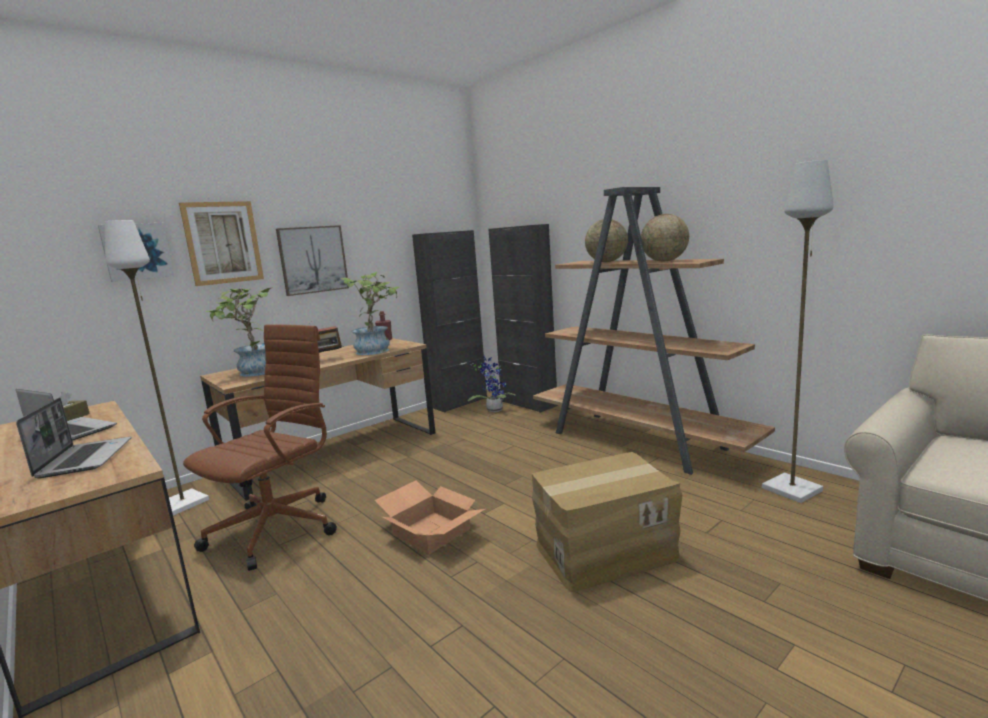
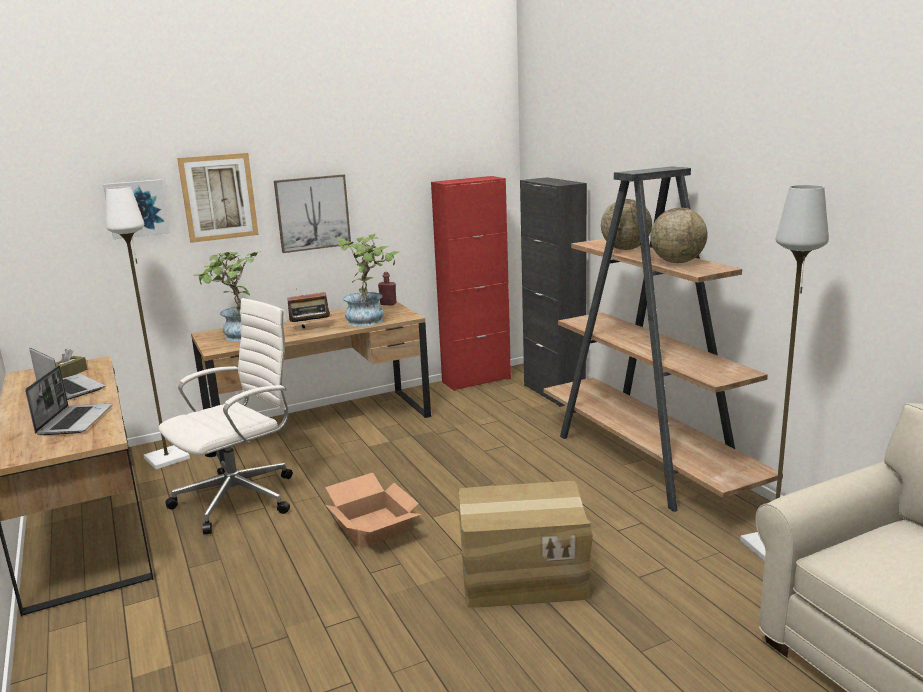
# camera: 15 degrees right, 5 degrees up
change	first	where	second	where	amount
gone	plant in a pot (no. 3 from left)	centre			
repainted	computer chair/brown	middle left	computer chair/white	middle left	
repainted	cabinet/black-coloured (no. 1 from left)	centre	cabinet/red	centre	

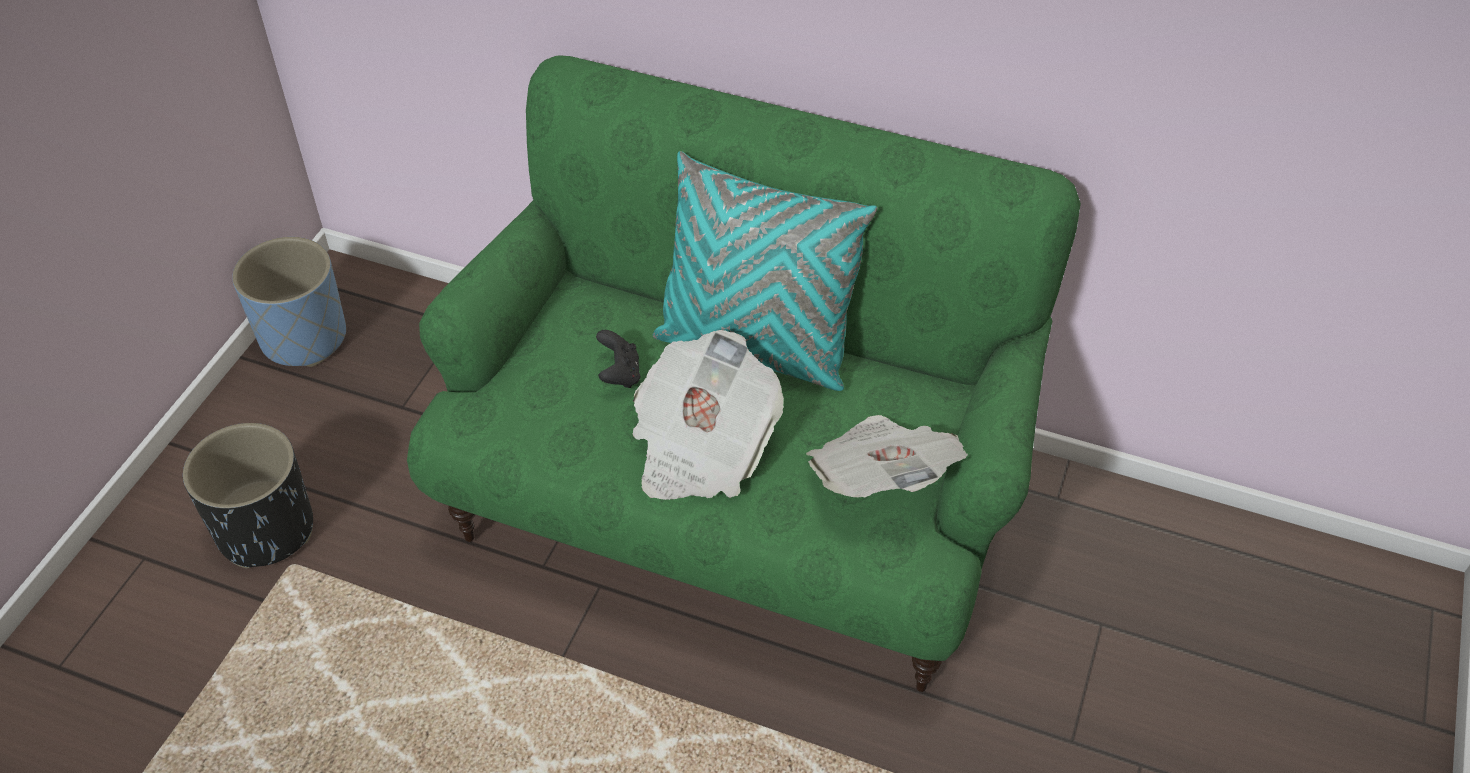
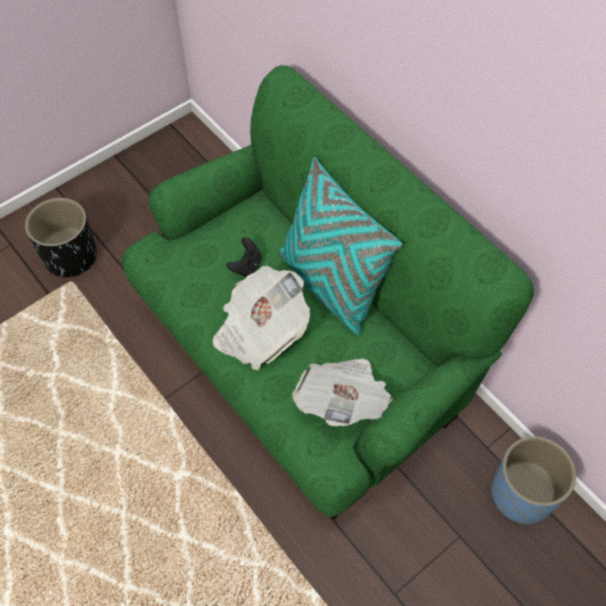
# camera: 30 degrees right, 10 degrees up
change	first	where	second	where	amount
shifted	planter/bluish	middle left		bottom right	

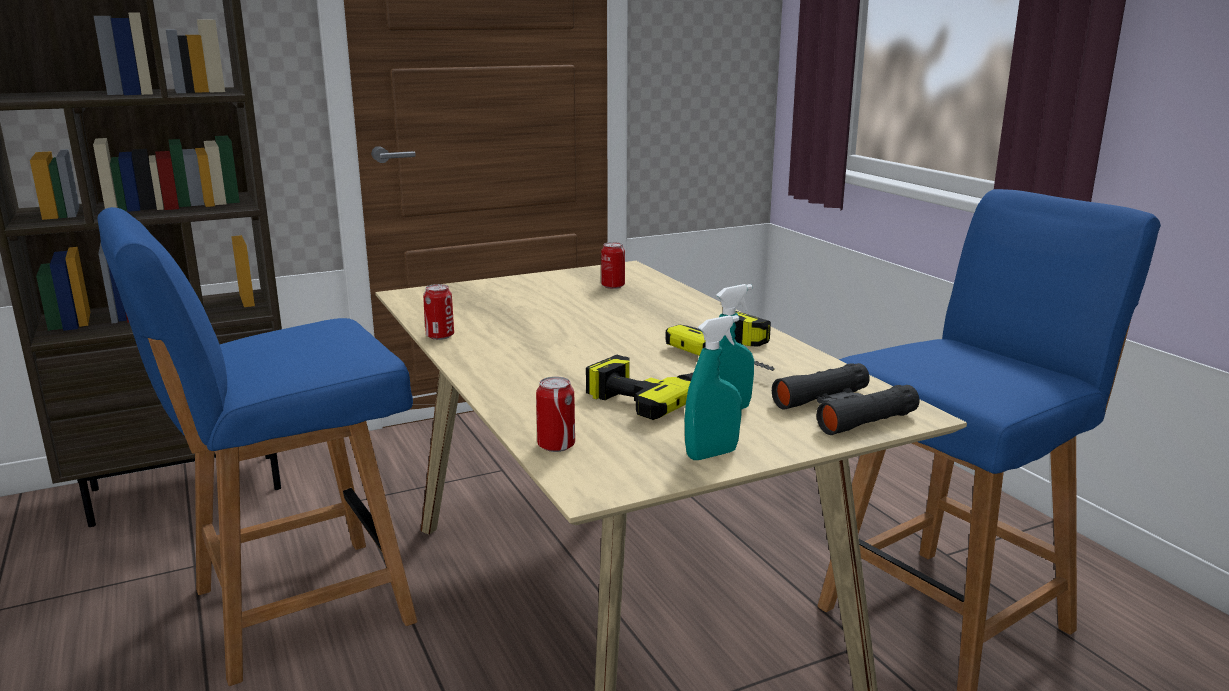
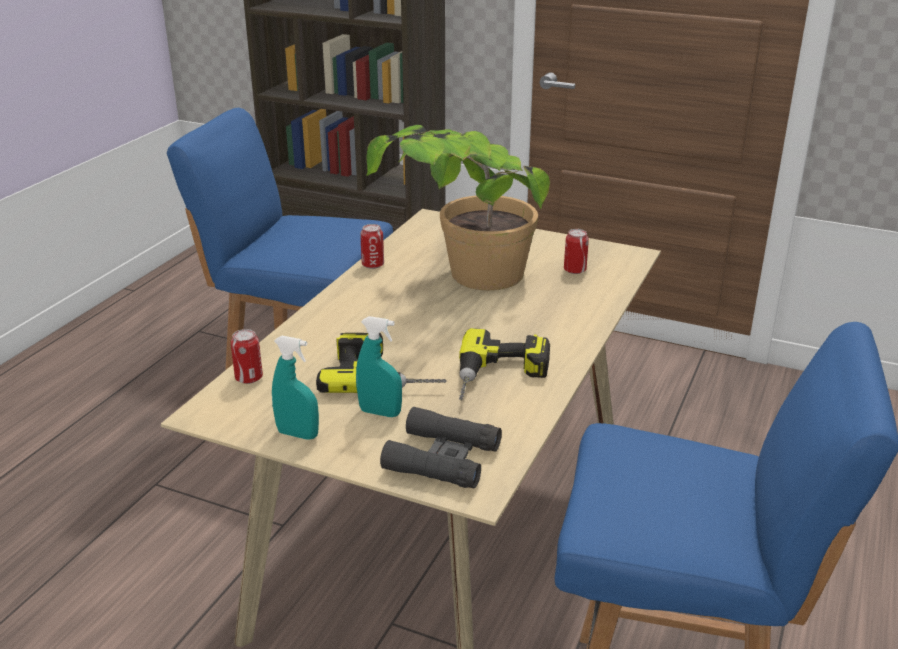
# camera: 50 degrees right, 10 degrees up
change	first	where	second	where	amount
new			plant in a pot	top centre	

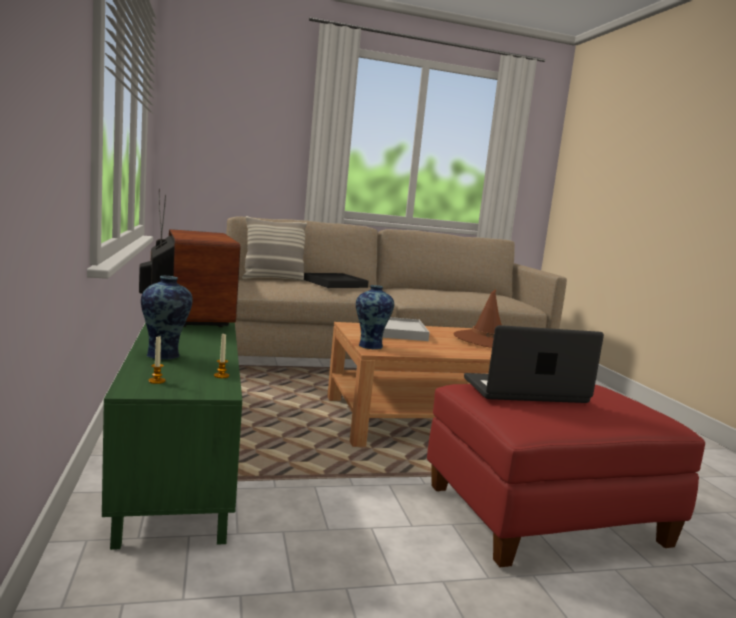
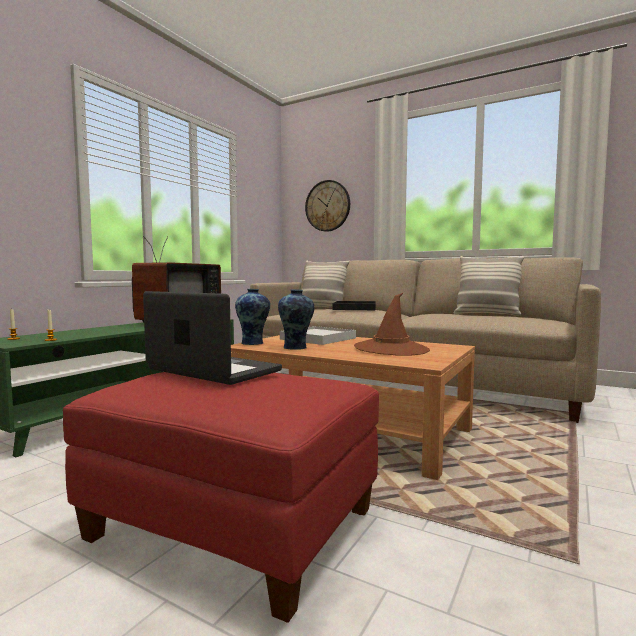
# camera: 45 degrees right, 5 degrees down
change	first	where	second	where	amount
new			wall clock	top centre	
new			cushion (no. 2 from left)	middle right	
shifted	vase (no. 1 from left in the first image)	middle left	vase (no. 2 from left)	centre	

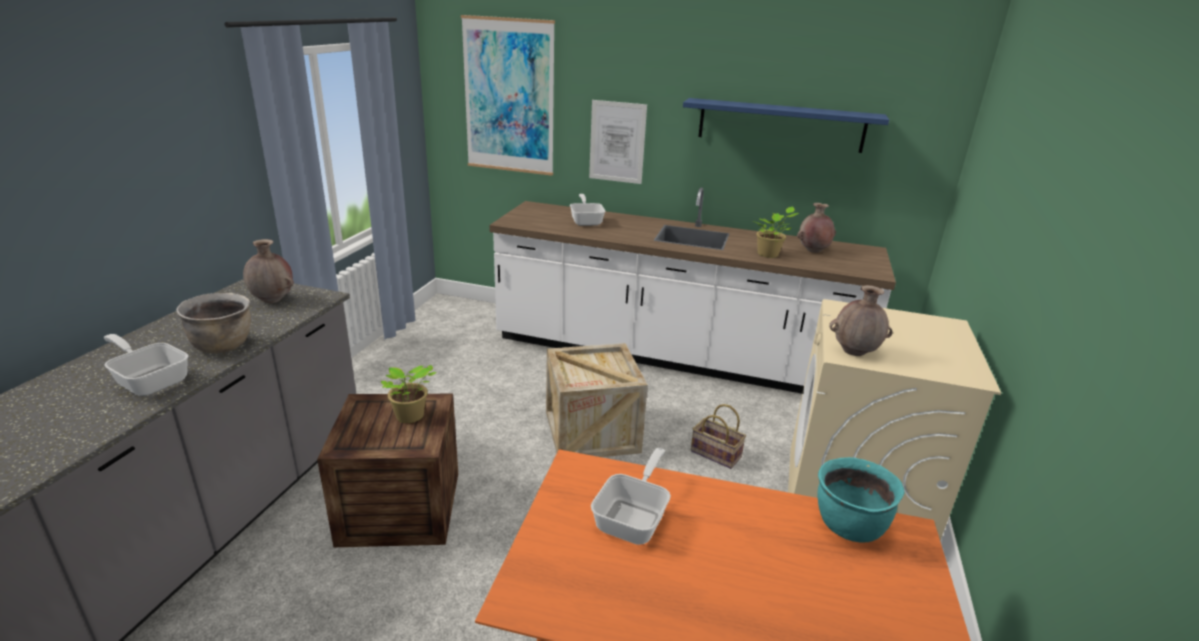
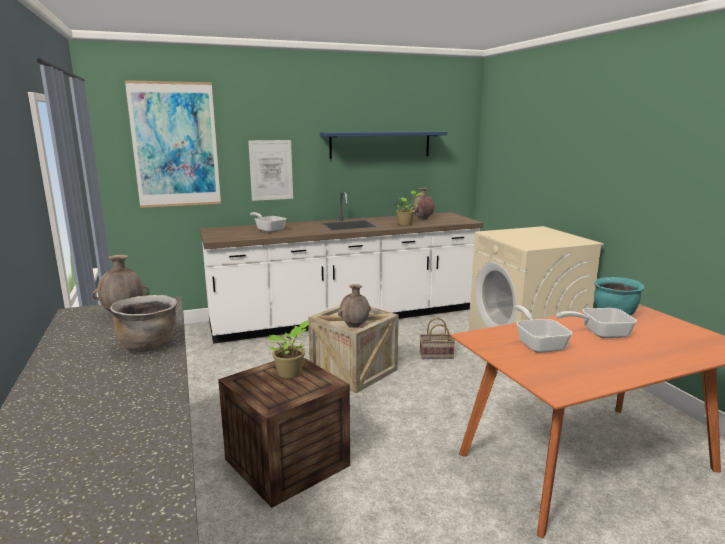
# camera: 35 degrees left, 10 degrees down
change	first	where	second	where	amount
shifted	skillet (no. 1 from left in the first image)	middle left	skillet (no. 3 from left)	middle right	
shifted	vase/brown (no. 3 from left in the first image)	middle right	vase/brown (no. 2 from left)	centre	

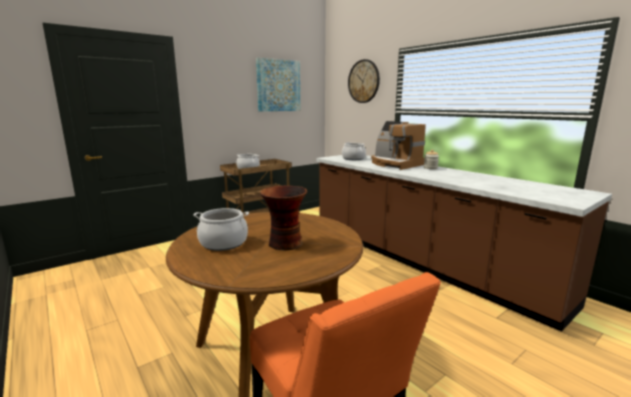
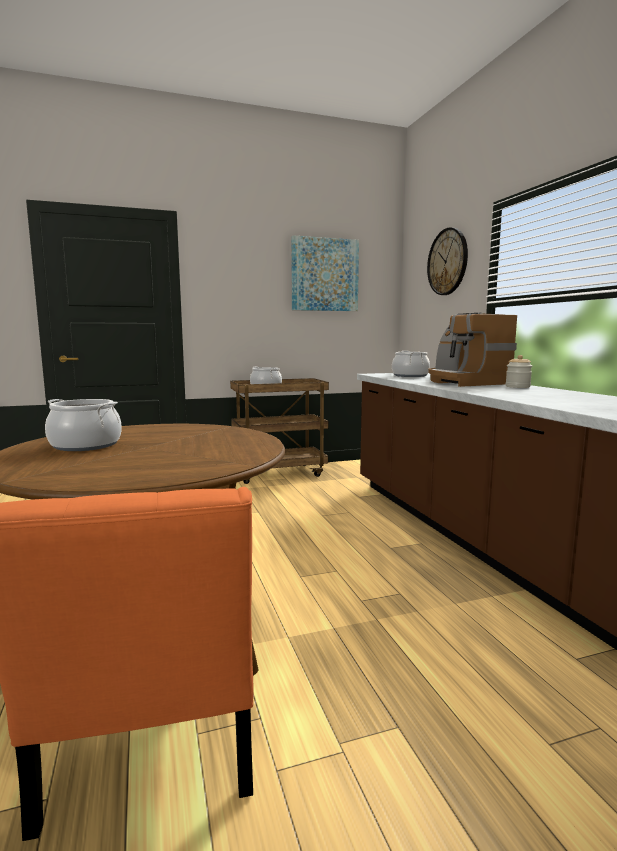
# camera: 20 degrees right, 5 degrees down
change	first	where	second	where	amount
gone	vase	centre			

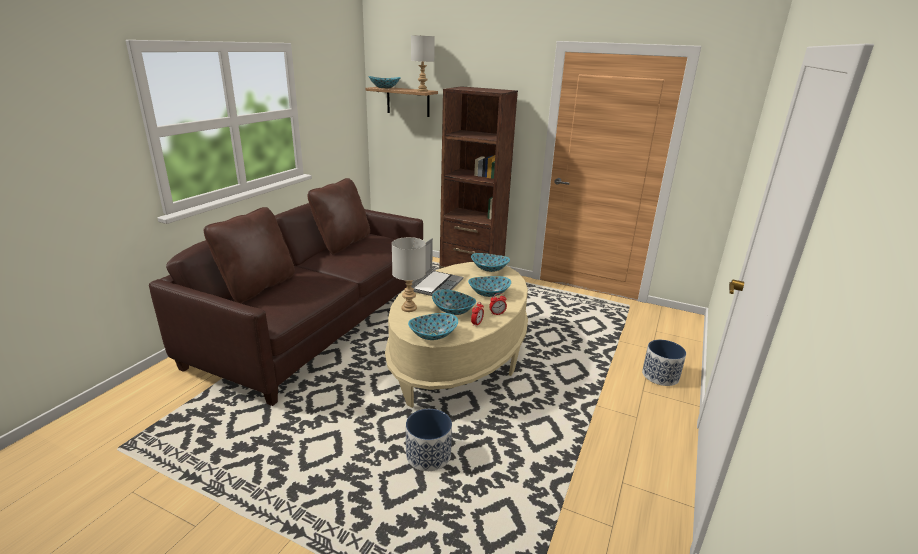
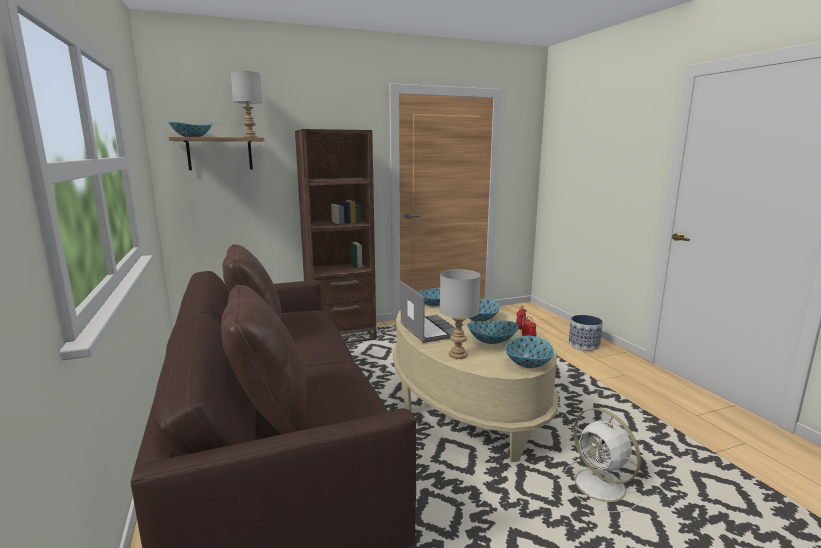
# camera: 45 degrees left, 10 degrees down
change	first	where	second	where	amount
swapped	planter (no. 1 from left)	bottom centre	electric fan/white	bottom right	

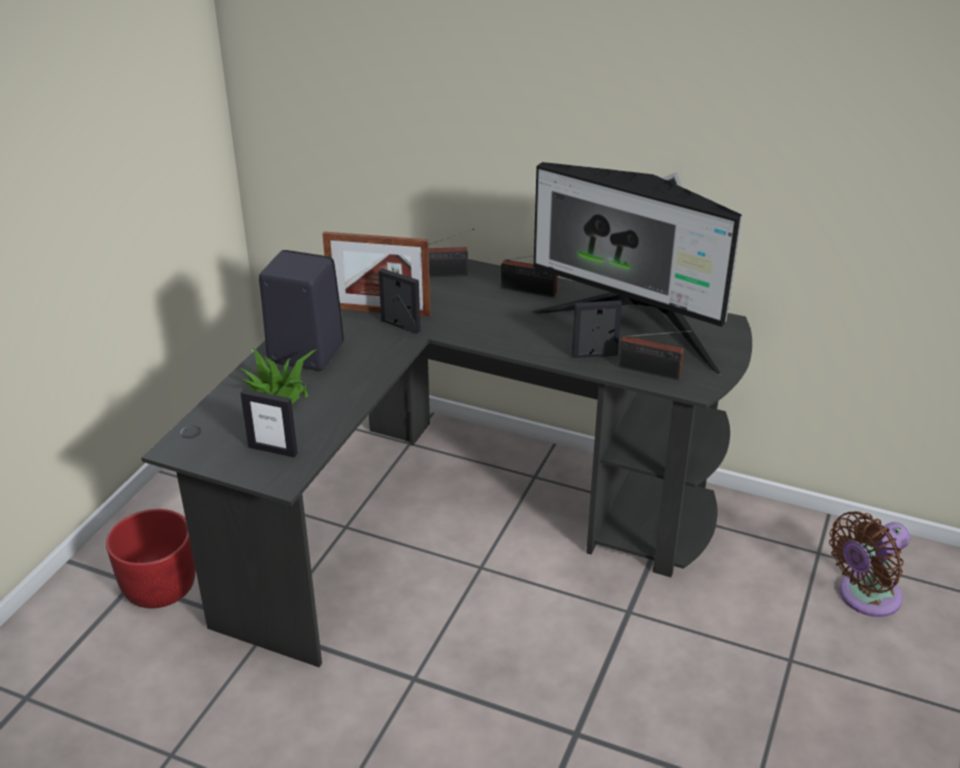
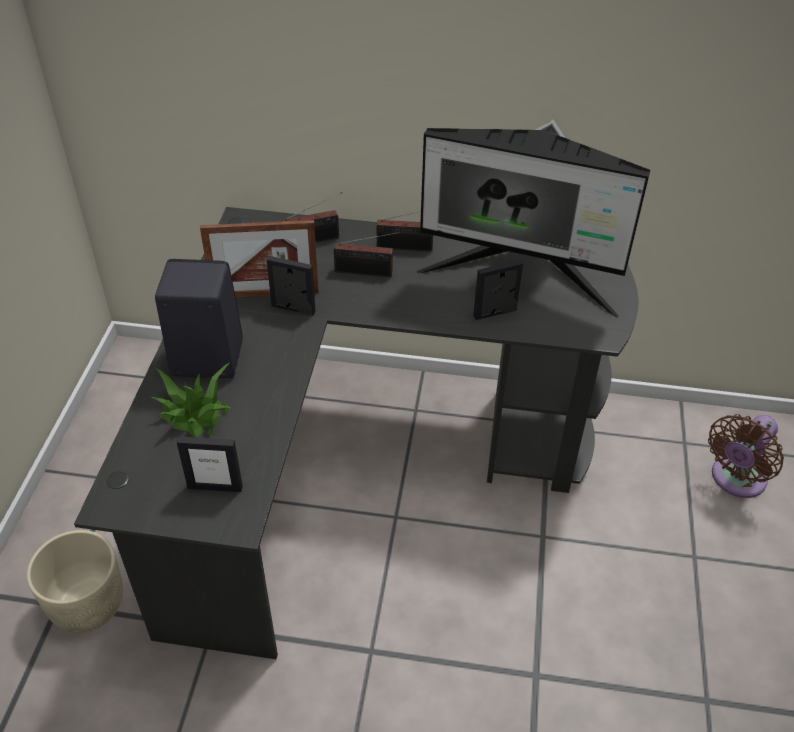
# camera: 15 degrees left, 10 degrees up
change	first	where	second	where	amount
shifted	radio receiver (no. 3 from left in the first image)	middle right	radio receiver (no. 2 from left)	centre	
repainted	planter/red	bottom left	planter/sand-coloured	bottom left	

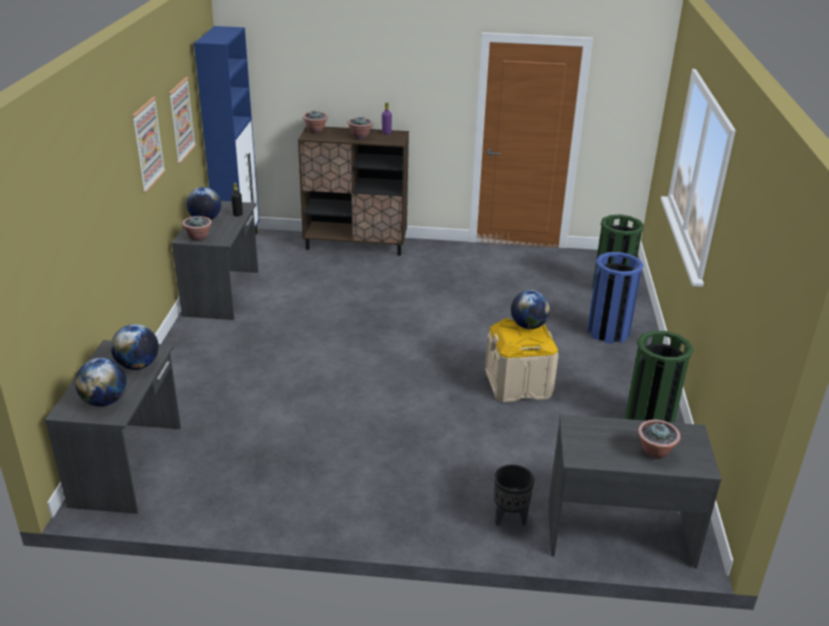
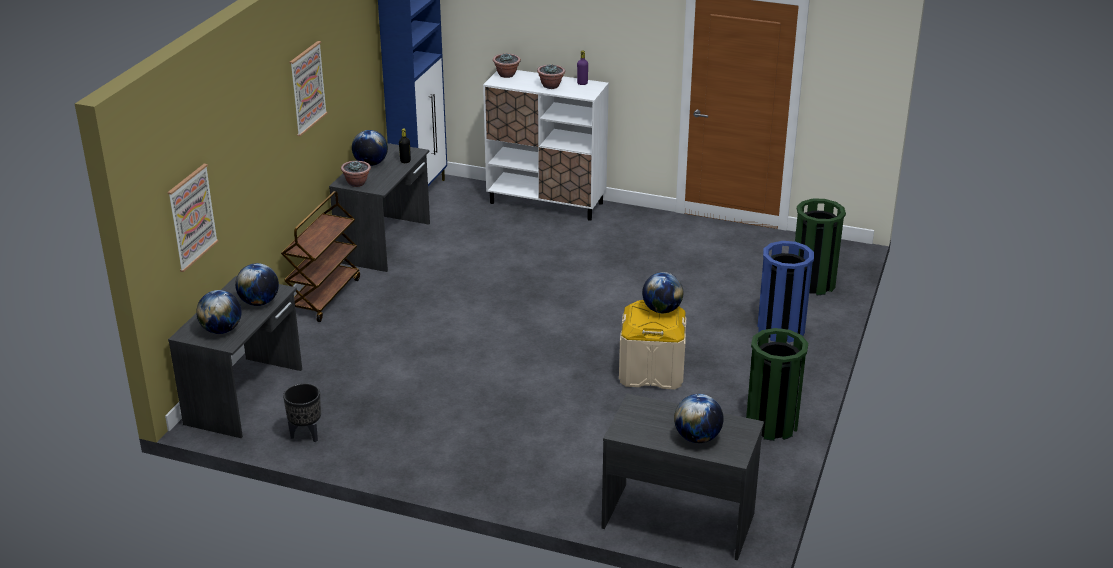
# camera: 15 degrees right, 0 degrees up
change	first	where	second	where	amount
new			trolley/brown	middle left	
shifted	wall art (no. 2 from left in the first image)	top left	wall art (no. 1 from left)	middle left	
shifted	planter/black-coloured	bottom centre		bottom left	
swapped	plant in a pot (no. 4 from left)	bottom right	world globe (no. 5 from left)	bottom centre	
repainted	cabinet/brown	top centre	cabinet/white	top centre	

